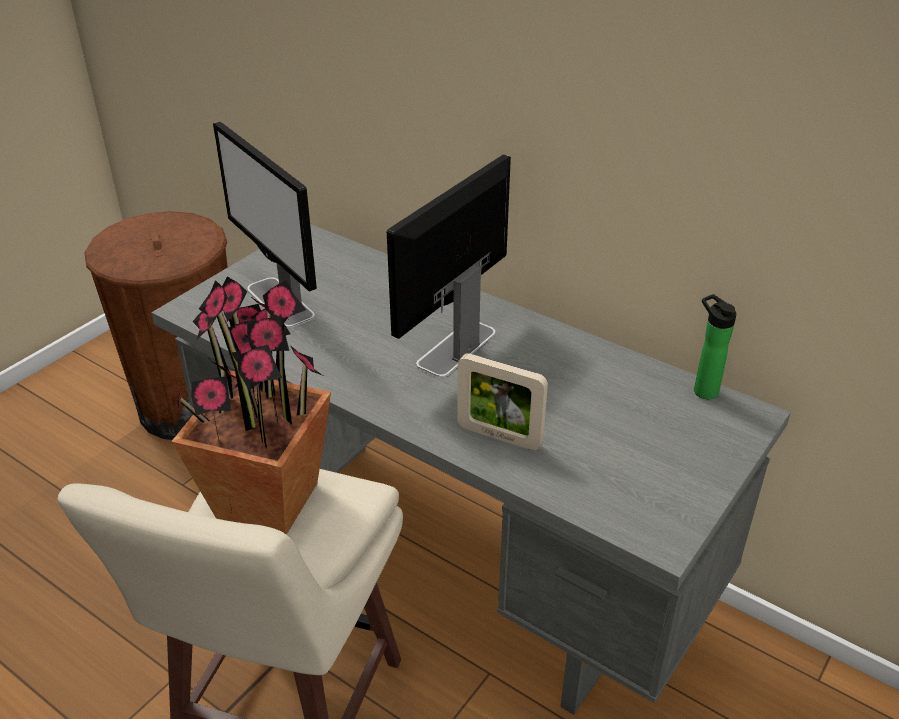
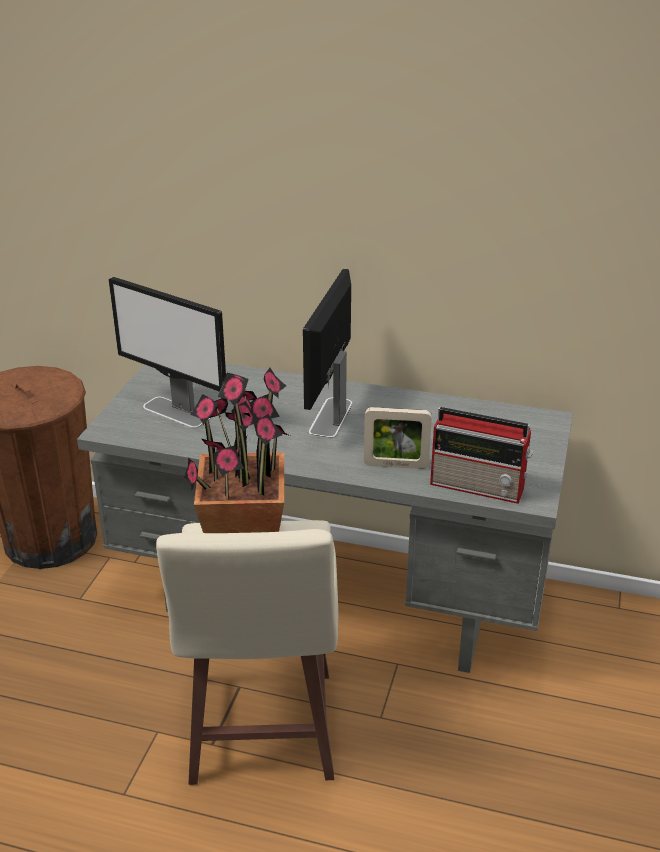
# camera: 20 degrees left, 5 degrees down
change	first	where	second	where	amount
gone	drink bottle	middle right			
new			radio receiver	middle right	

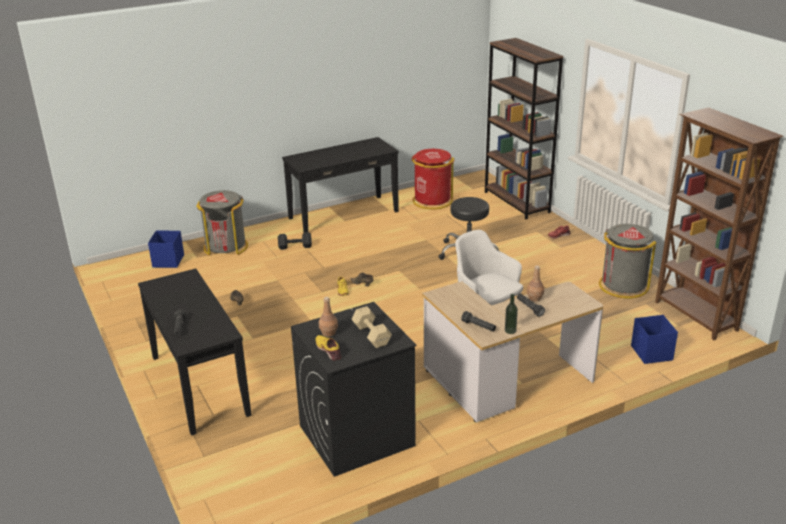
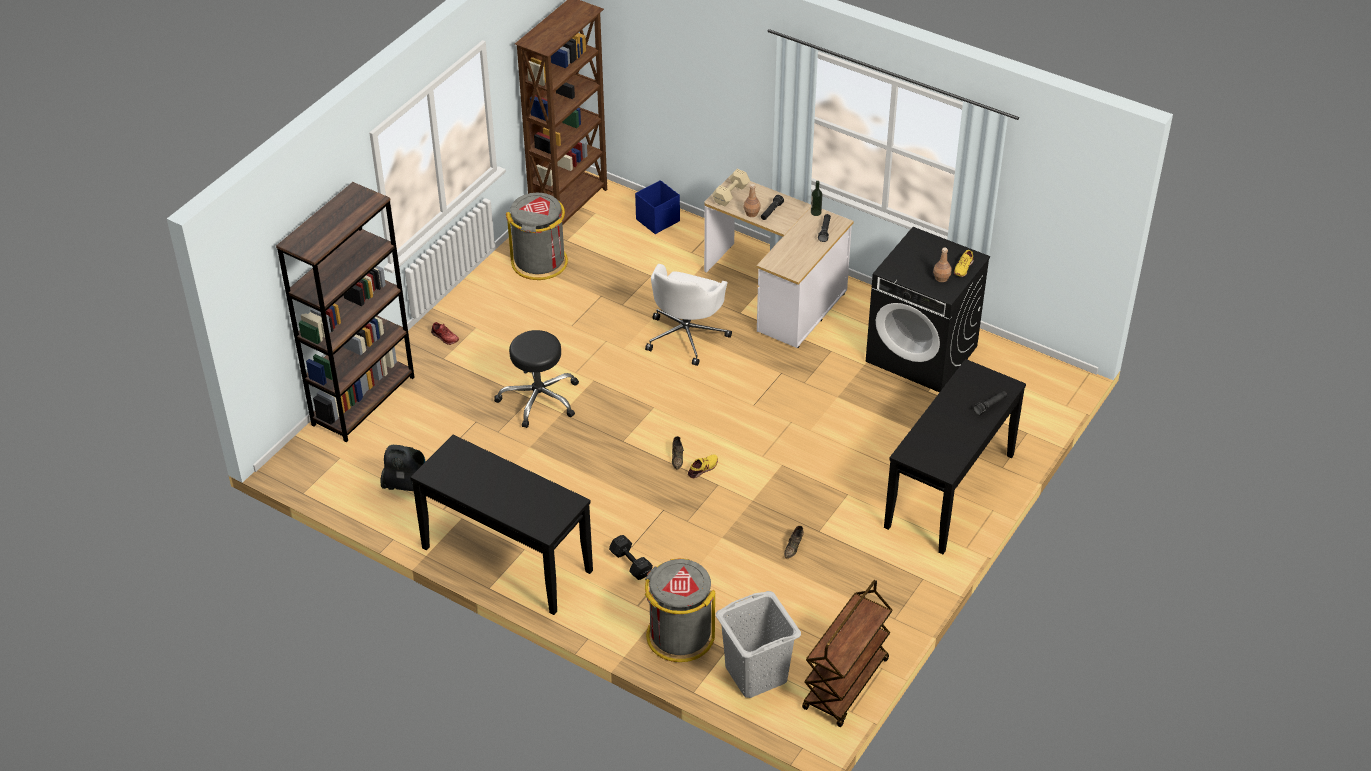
# camera: 120 degrees left, 15 degrees up
change	first	where	second	where	amount
new			trolley/brown	bottom centre	
shifted	free weight/sand-coloured	centre		top centre	
swapped	storage container/bluish (no. 1 from left)	middle left	washing basket/greyish	bottom centre	
swapped	trash can/red	centre	vacuum cleaner	middle left	

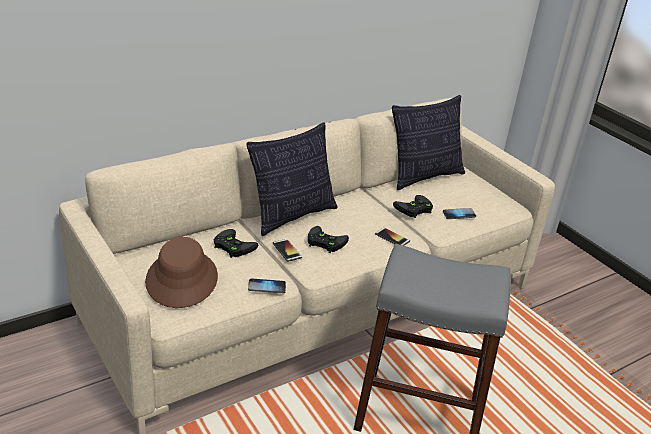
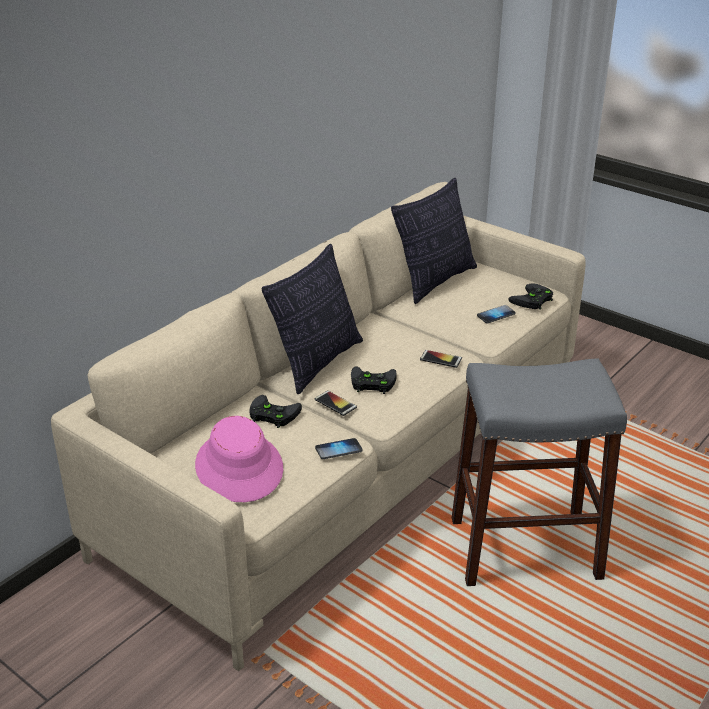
# camera: 15 degrees left, 0 degrees up
change	first	where	second	where	amount
shifted	joypad/black-coloured (no. 3 from left)	centre		middle right	
repainted	clothing hat/brown	middle left	clothing hat/pink-coloured	centre	

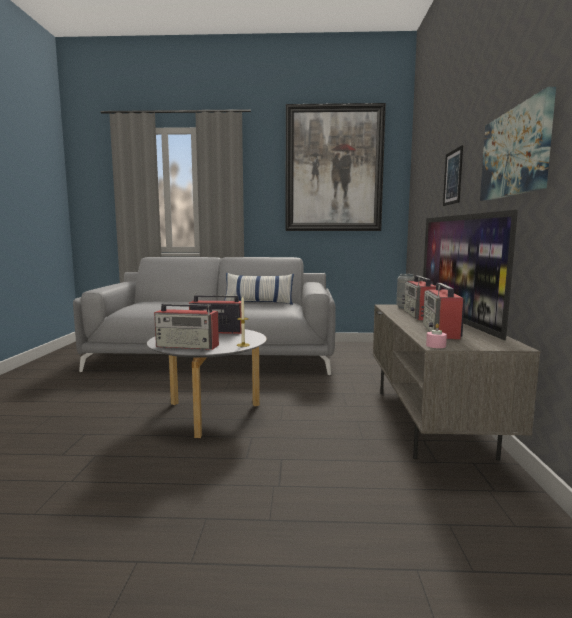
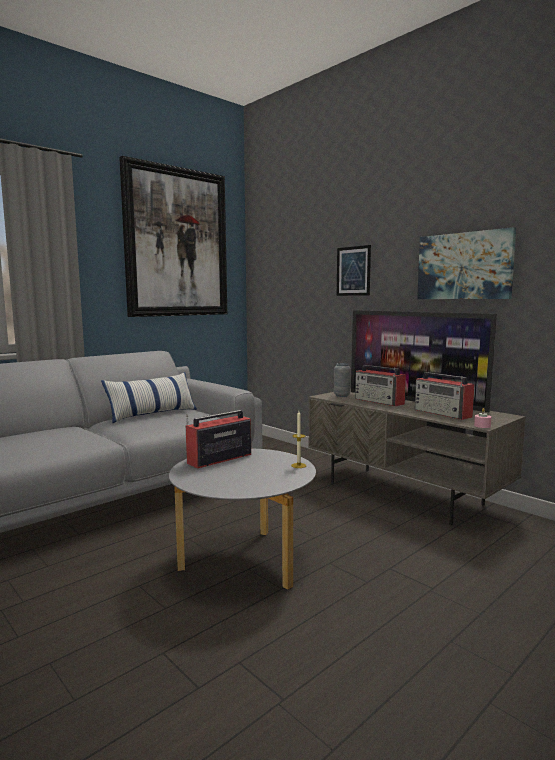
# camera: 45 degrees left, 0 degrees up
change	first	where	second	where	amount
gone	radio receiver (no. 1 from left)	middle left			

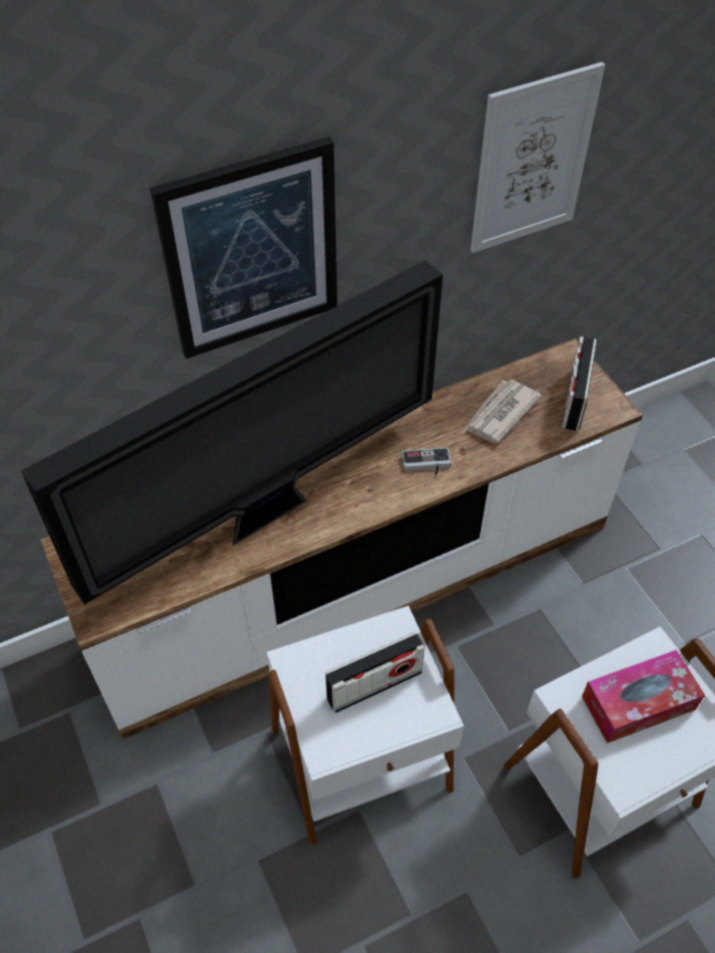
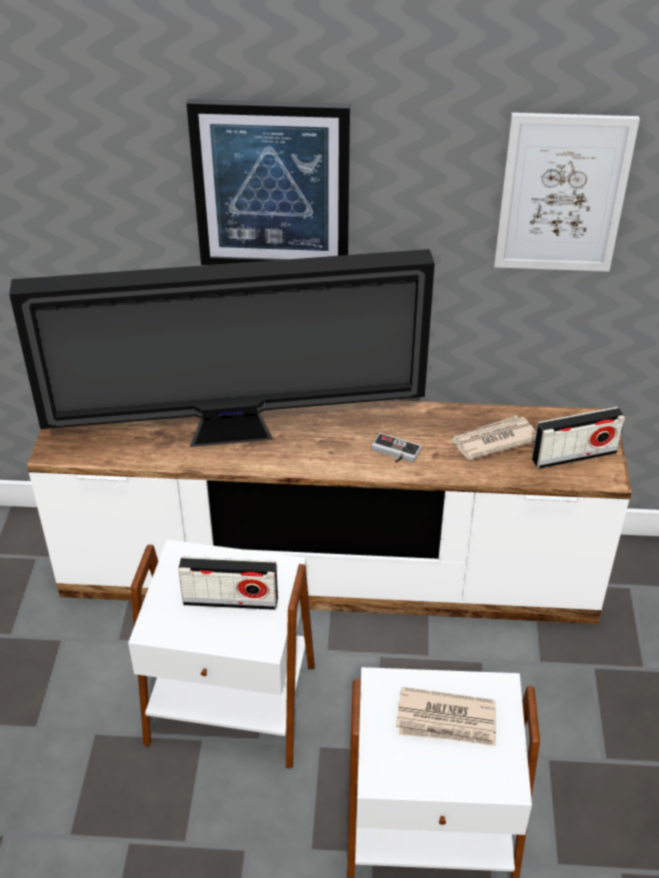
# camera: 30 degrees right, 10 degrees down
change	first	where	second	where	amount
swapped	tissue box	bottom right	daily paper (no. 1 from left)	bottom right	
rotated	radio receiver (no. 2 from left)	middle right		middle right	150 degrees counterclockwise

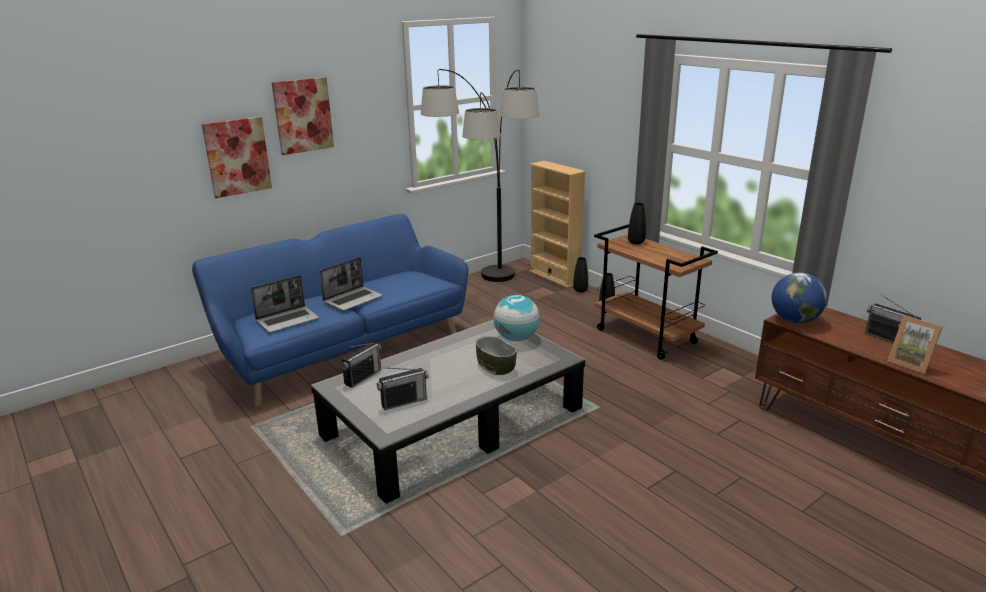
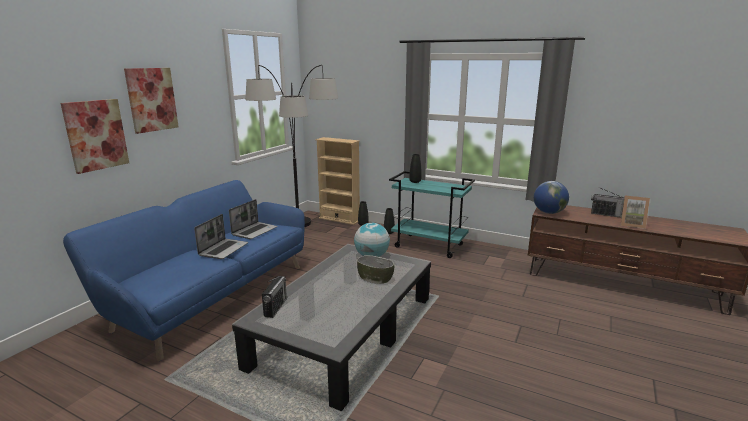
# camera: 25 degrees left, 5 degrees down
change	first	where	second	where	amount
gone	radio receiver (no. 2 from left)	centre			
shifted	notebook computer (no. 1 from left in the first image)	middle left	notebook computer (no. 2 from left)	centre	
repainted	trolley/brown	centre	trolley/blue-green	centre	

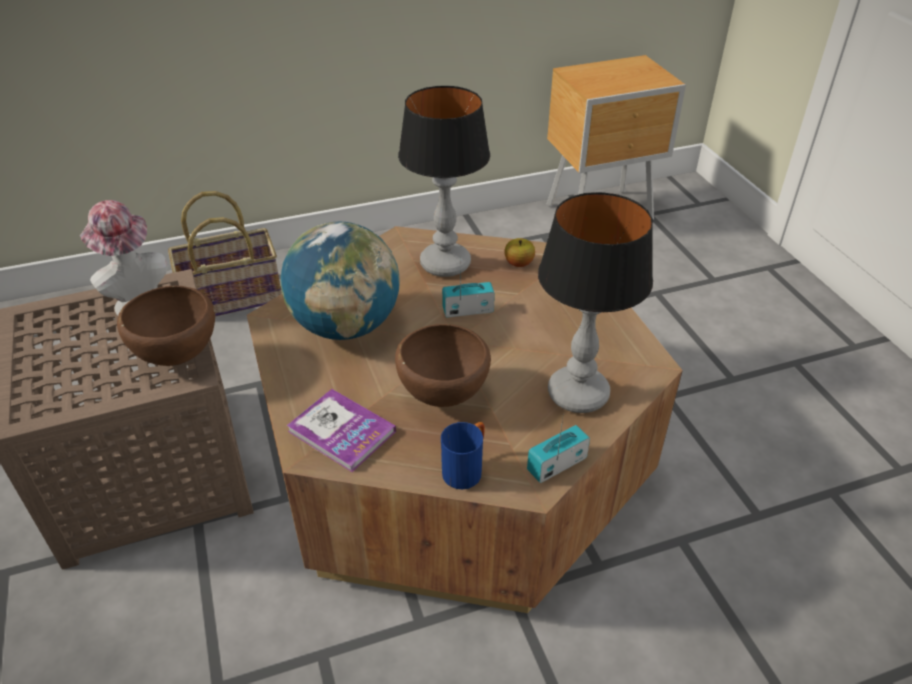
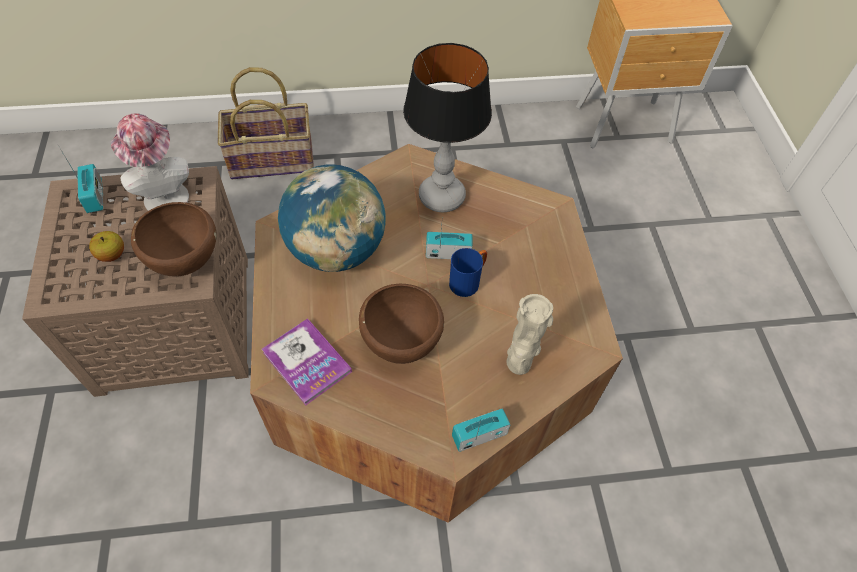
# camera: 10 degrees right, 15 degrees up
change	first	where	second	where	amount
new			radio receiver (no. 1 from left)	top left	
shifted	coffee mug/bluish	bottom centre		centre	
shifted	whole apple	centre		middle left	
swapped	tabletop lamp (no. 2 from left)	centre	vase/sand-coloured	centre	

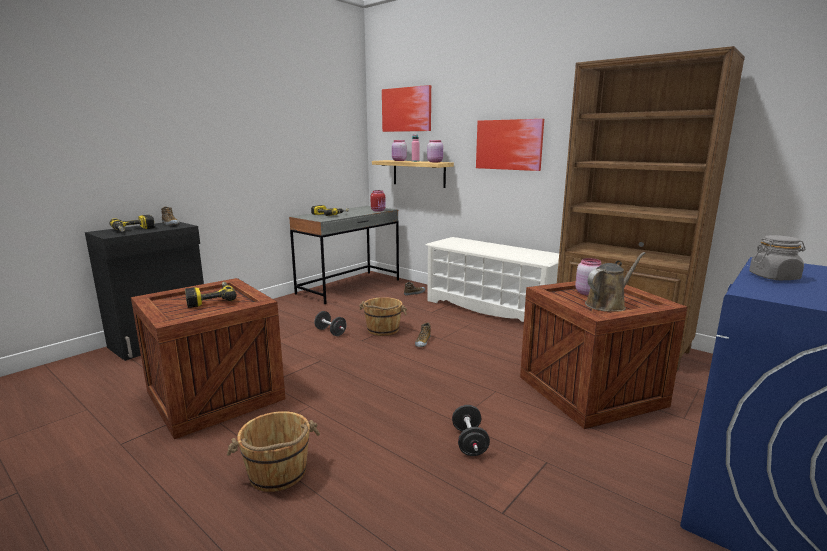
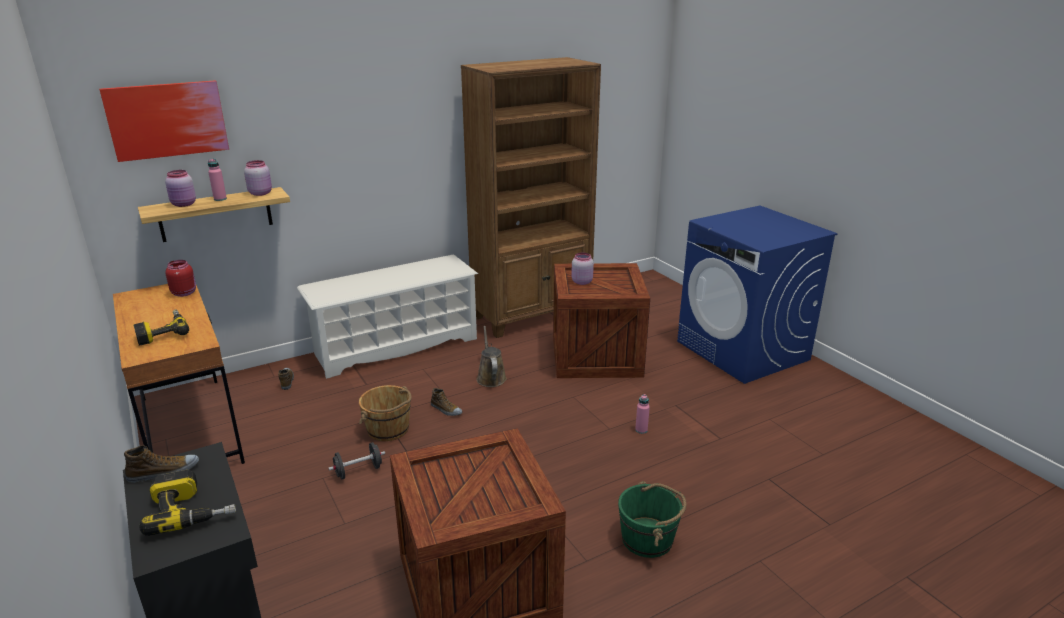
# camera: 70 degrees left, 10 degrees up
change	first	where	second	where	amount
gone	power drill (no. 2 from left)	middle left			
gone	wall art (no. 2 from left)	top centre			
gone	preserve jar/greyish	middle right			
shifted	sprinkling can/brown	middle right		centre	
swapped	free weight/black-coloured (no. 2 from left)	bottom centre	drink bottle/pink-coloured (no. 2 from left)	bottom centre	
repainted	water bucket/brown (no. 1 from left)	bottom left	water bucket/green-coloured	bottom centre	
repainted	desk table/greyish	centre	desk table/brown	middle left	

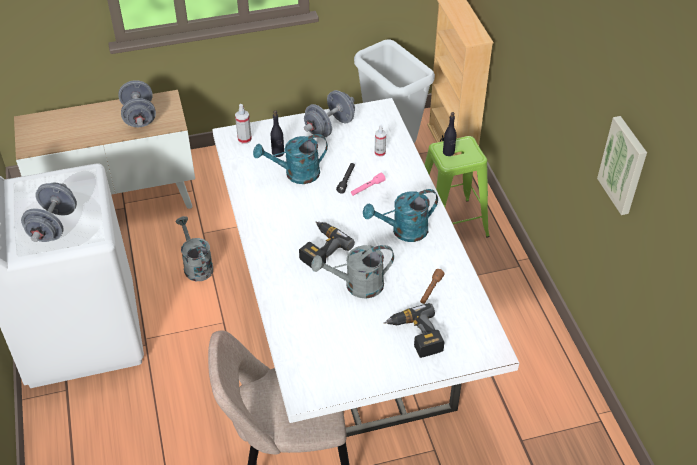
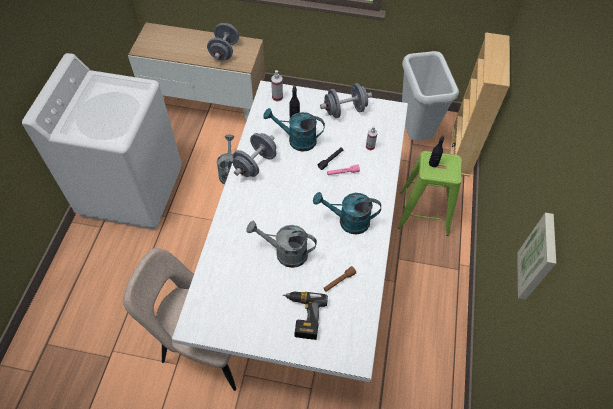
# camera: 25 degrees right, 10 degrees up
change	first	where	second	where	amount
gone	power drill (no. 1 from left)	centre			
shifted	free weight/greyish (no. 1 from left in the first image)	middle left	free weight/greyish (no. 2 from left)	centre	

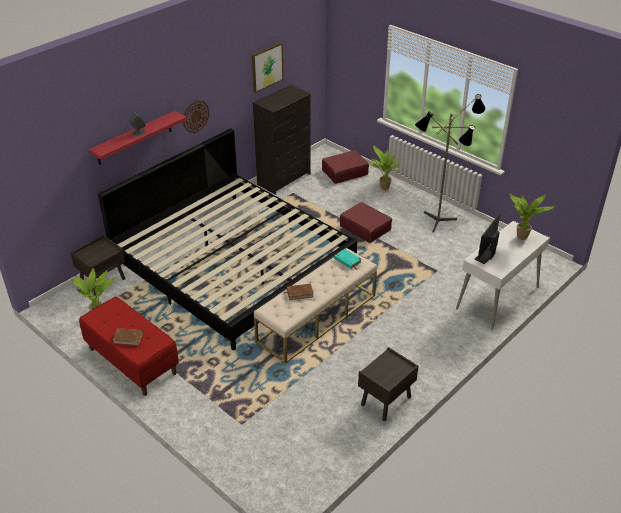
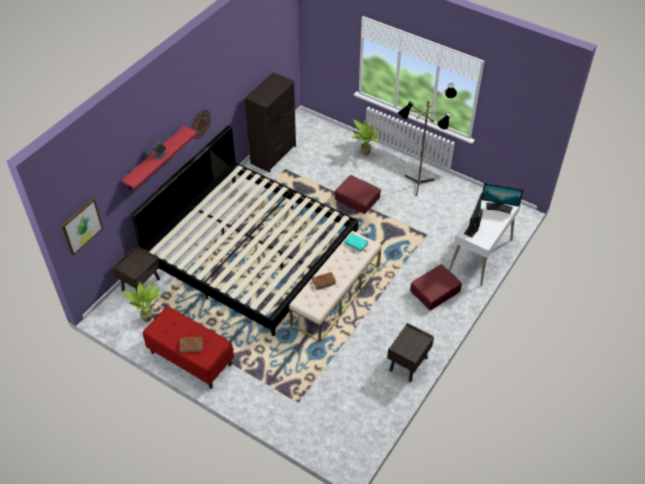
# camera: 10 degrees left, 10 degrees up
change	first	where	second	where	amount
shifted	wall art	top centre		middle left	
shifted	travel case/red (no. 1 from left in the first image)	top centre	travel case/red (no. 2 from left)	middle right	
swapped	plant in a pot (no. 3 from left)	middle right	monitor (no. 2 from left)	middle right	

